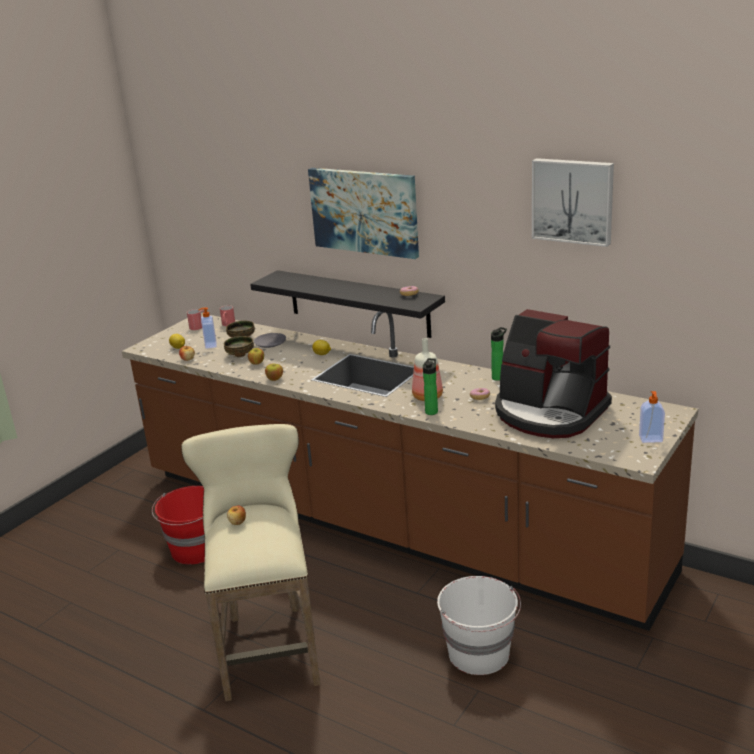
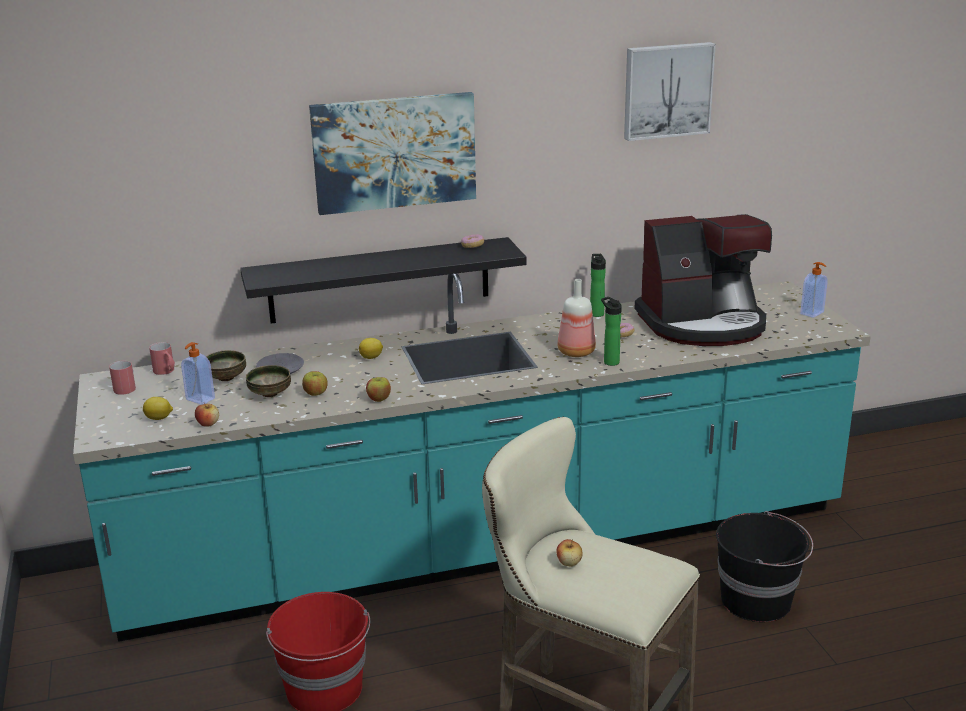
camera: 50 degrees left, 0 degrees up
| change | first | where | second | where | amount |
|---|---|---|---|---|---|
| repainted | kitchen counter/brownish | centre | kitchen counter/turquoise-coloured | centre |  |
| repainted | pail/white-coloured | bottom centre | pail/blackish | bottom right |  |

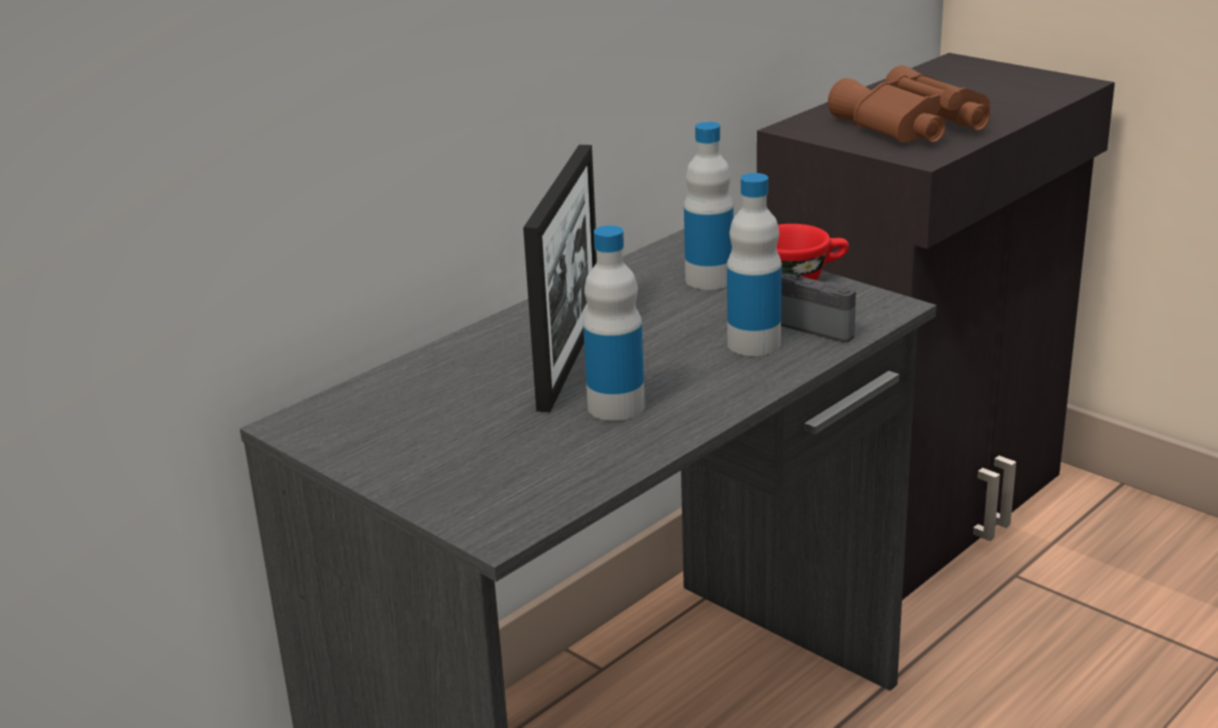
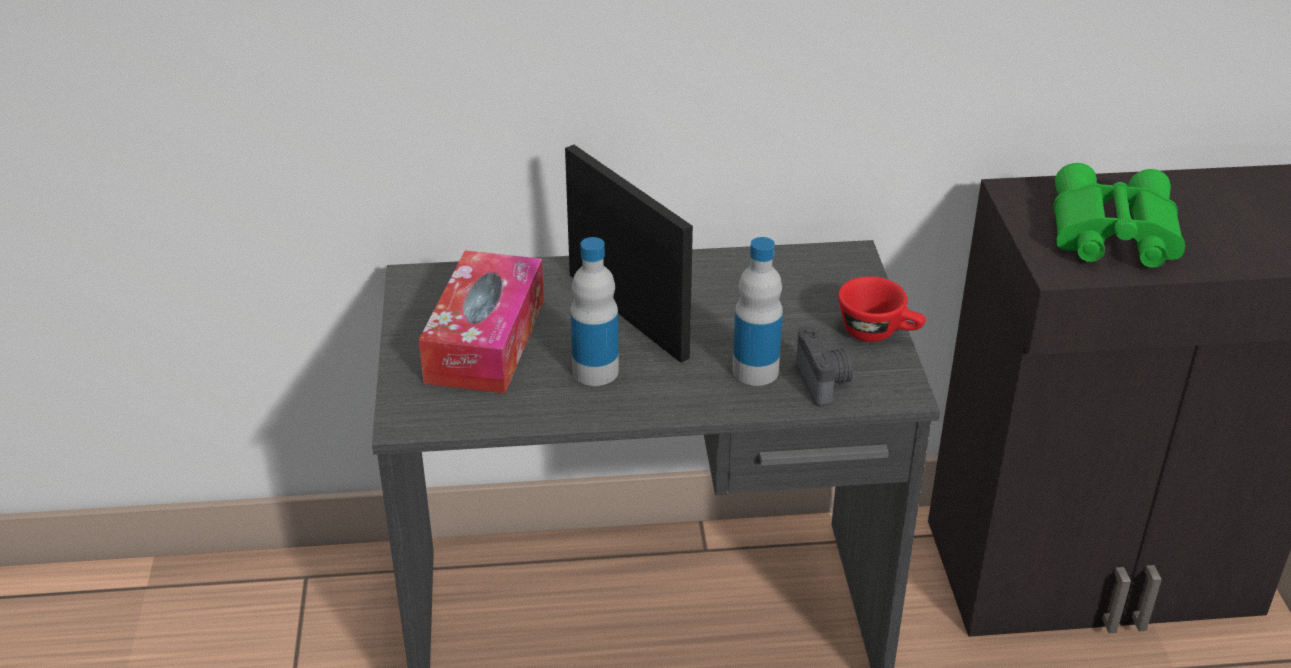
camera: 40 degrees right, 10 degrees up
| change | first | where | second | where | amount |
|---|---|---|---|---|---|
| rotated | photo frame | centre |  | centre | 90 degrees counterclockwise |
| gone | bottle (no. 2 from left) | top centre |  |  |  |
| repainted | binoculars/brownish | top right | binoculars/green | top right |  |
| new |  |  | tissue holder | centre |  |

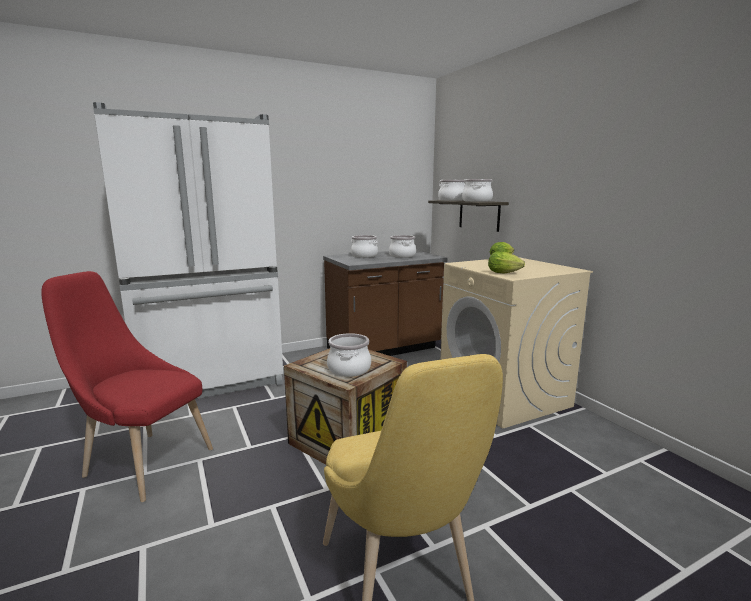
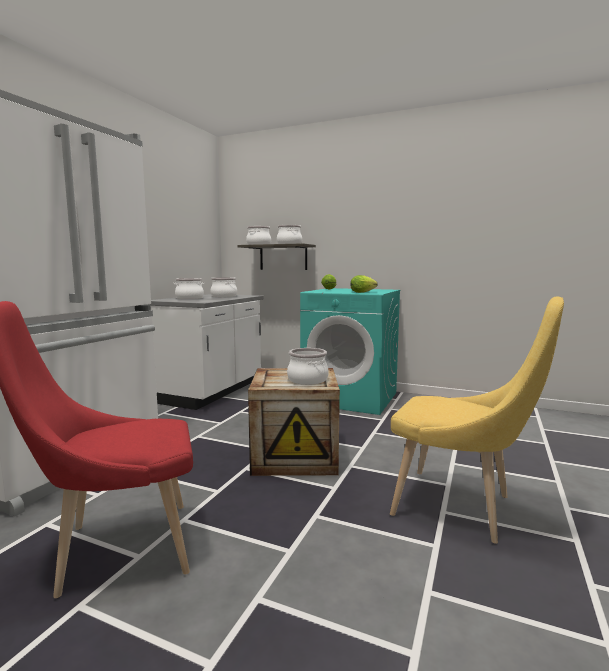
camera: 40 degrees left, 5 degrees down
| change | first | where | second | where | amount |
|---|---|---|---|---|---|
| repainted | kitchen counter/brownish | centre | kitchen counter/white-coloured | centre |  |
| repainted | laundry machine/beige | middle right | laundry machine/turquoise-coloured | centre |  |

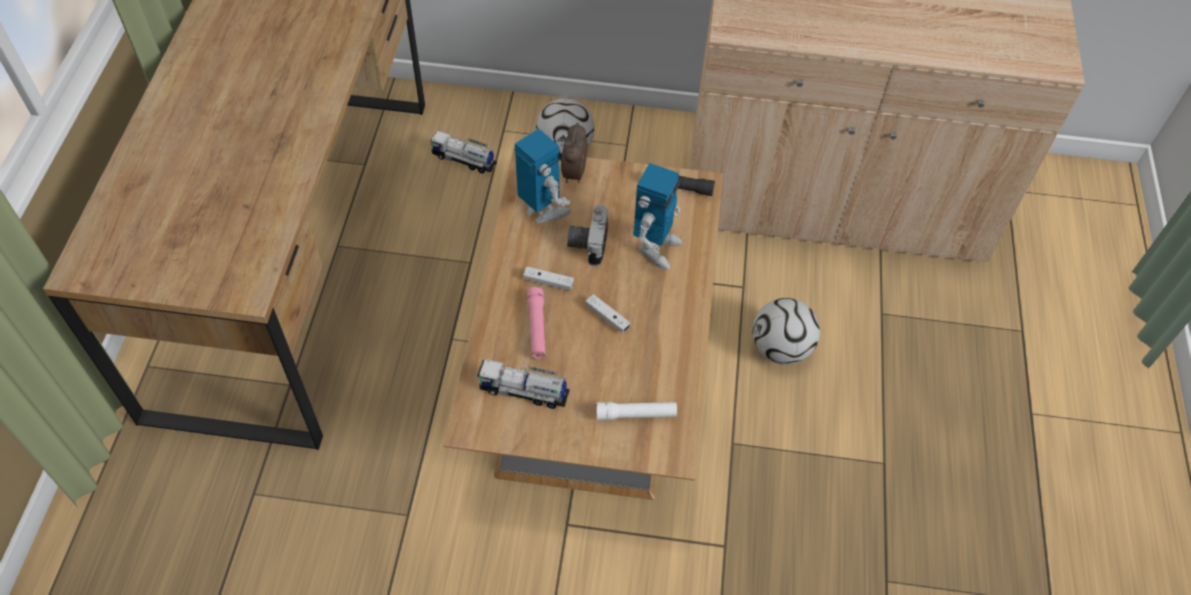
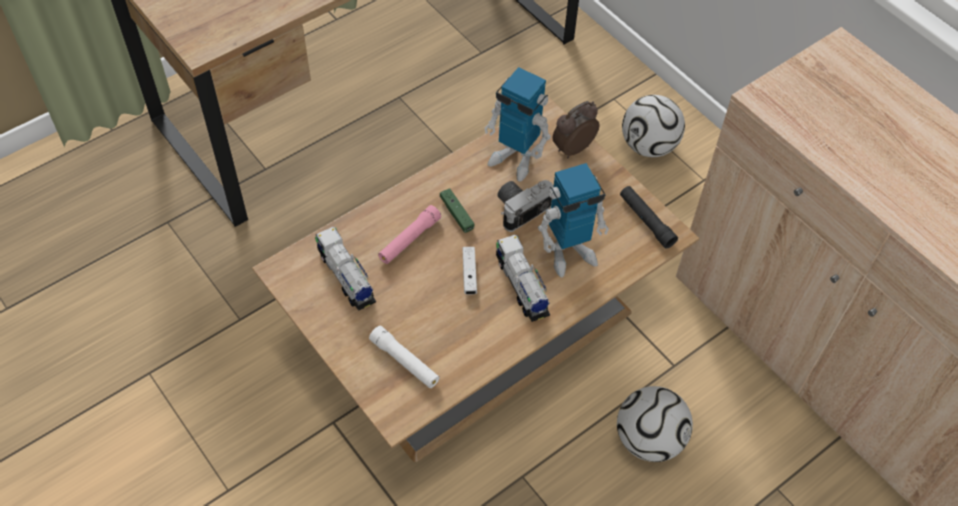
camera: 45 degrees right, 0 degrees up
| change | first | where | second | where | amount |
|---|---|---|---|---|---|
| shifted | model truck (no. 1 from left in the first image) | top centre | model truck (no. 2 from left) | centre |  |
| rotated | robot figure (no. 1 from left) | top centre |  | top centre | 120 degrees clockwise |
| repainted | game controller/white-coloured (no. 1 from left) | centre | game controller/green | centre |  |

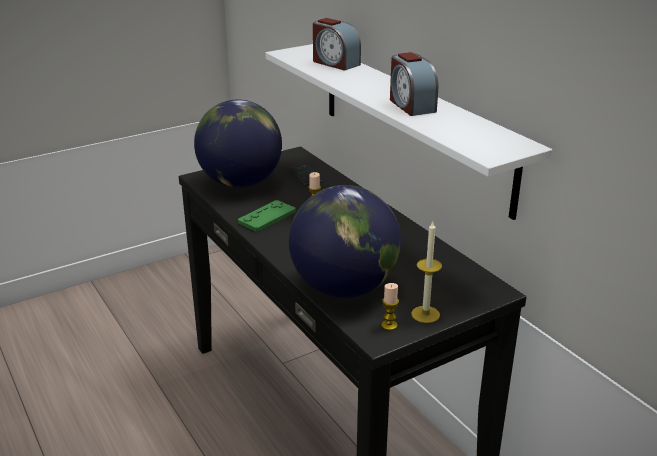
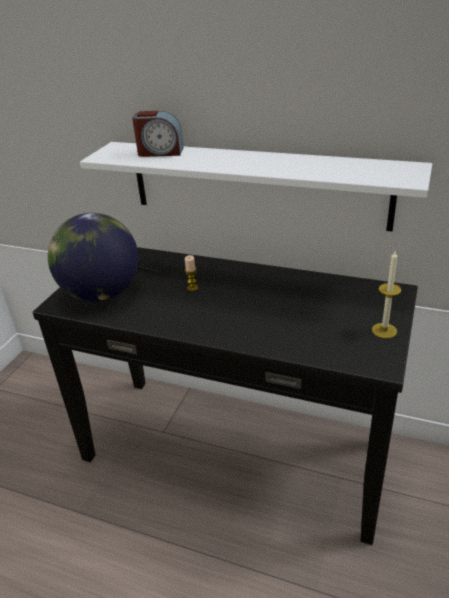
camera: 35 degrees left, 5 degrees up
| change | first | where | second | where | amount |
|---|---|---|---|---|---|
| gone | game controller/green | centre |  |  |  |
| gone | world globe (no. 2 from left) | centre |  |  |  |
| gone | wax light (no. 2 from left) | bottom centre |  |  |  |
| gone | table clock (no. 2 from left) | top centre |  |  |  |

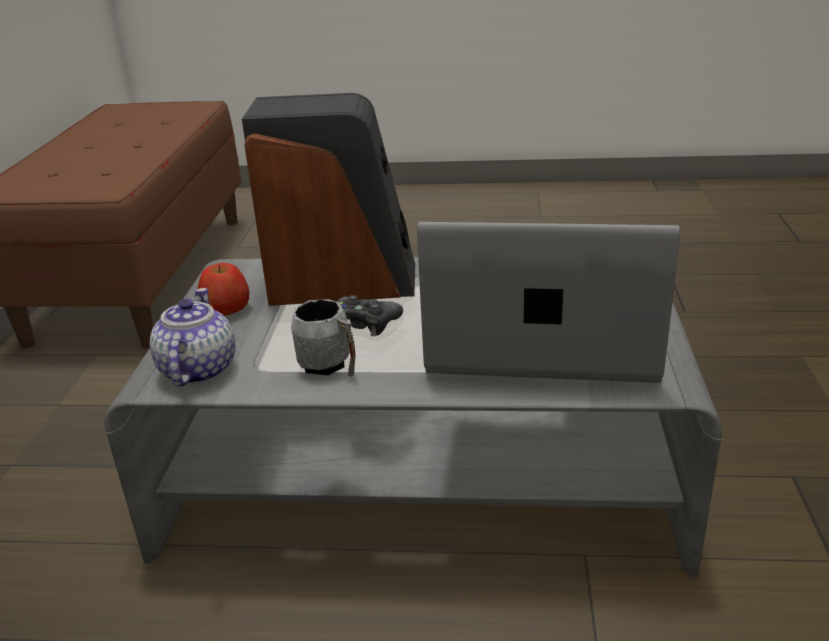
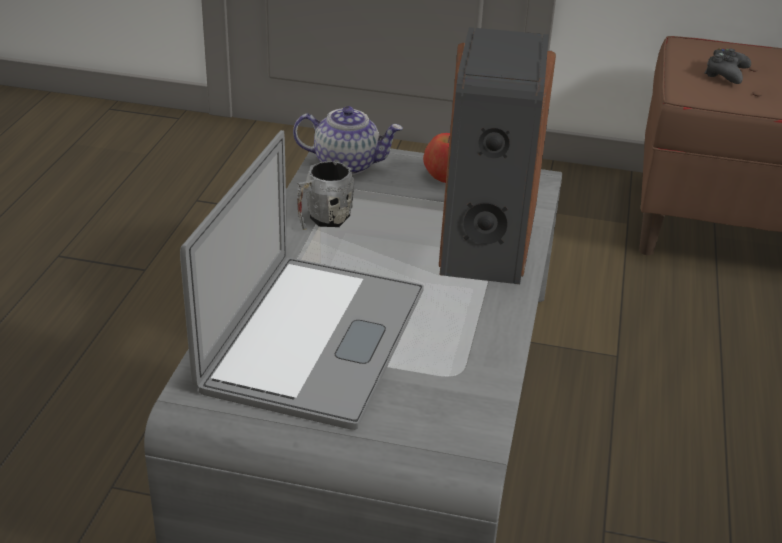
camera: 95 degrees right, 5 degrees up
| change | first | where | second | where | amount |
|---|---|---|---|---|---|
| shifted | game controller/blackish | centre |  | top right |  |

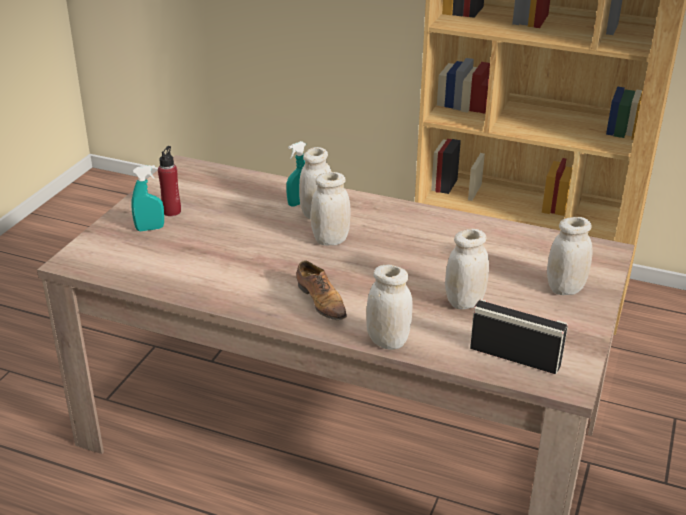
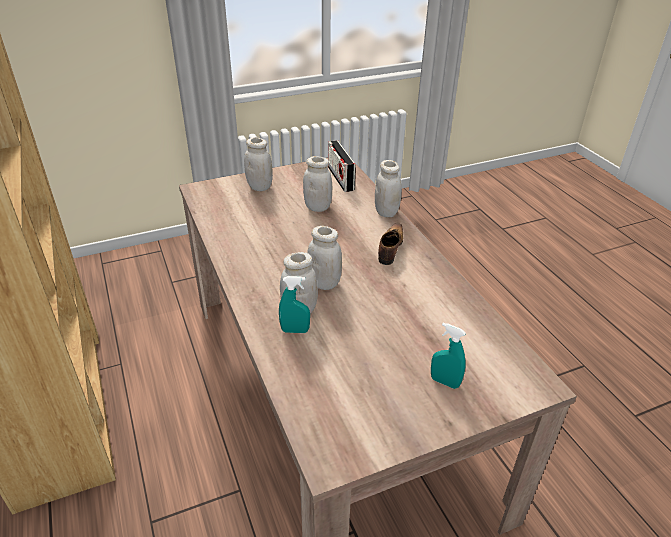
camera: 135 degrees left, 5 degrees up
| change | first | where | second | where | amount |
|---|---|---|---|---|---|
| gone | bottle/red | middle left |  |  |  |

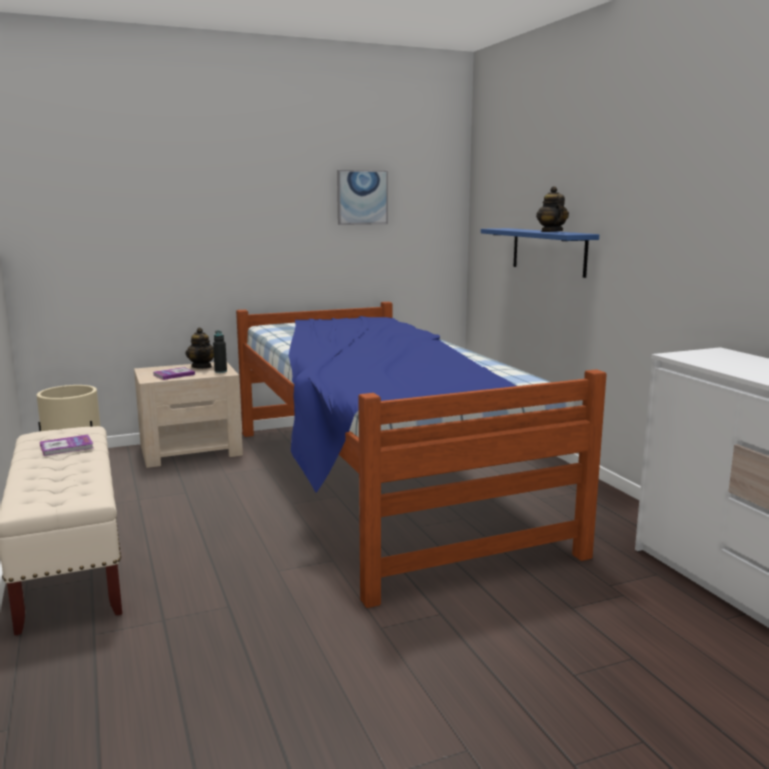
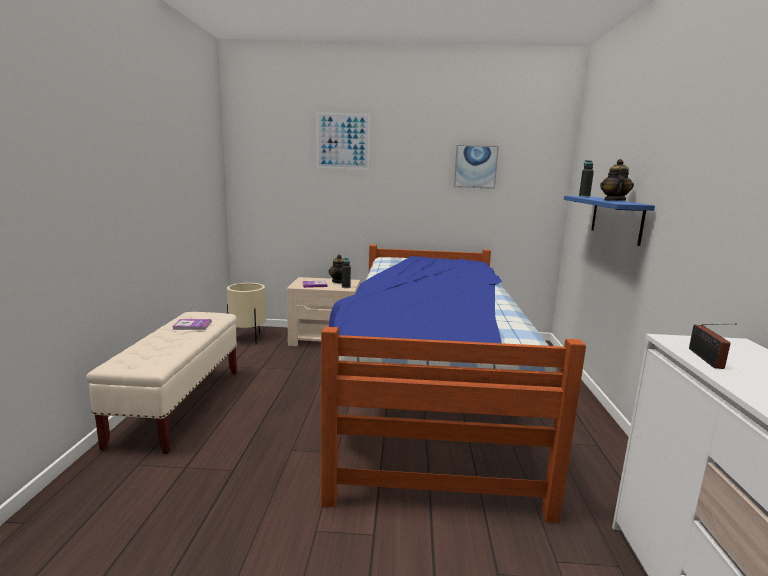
camera: 25 degrees right, 0 degrees up
| change | first | where | second | where | amount |
|---|---|---|---|---|---|
| new |  |  | wall art (no. 1 from left) | top centre |  |
| new |  |  | bottle/blackish (no. 2 from left) | top right |  |
| new |  |  | radio receiver | middle right |  |

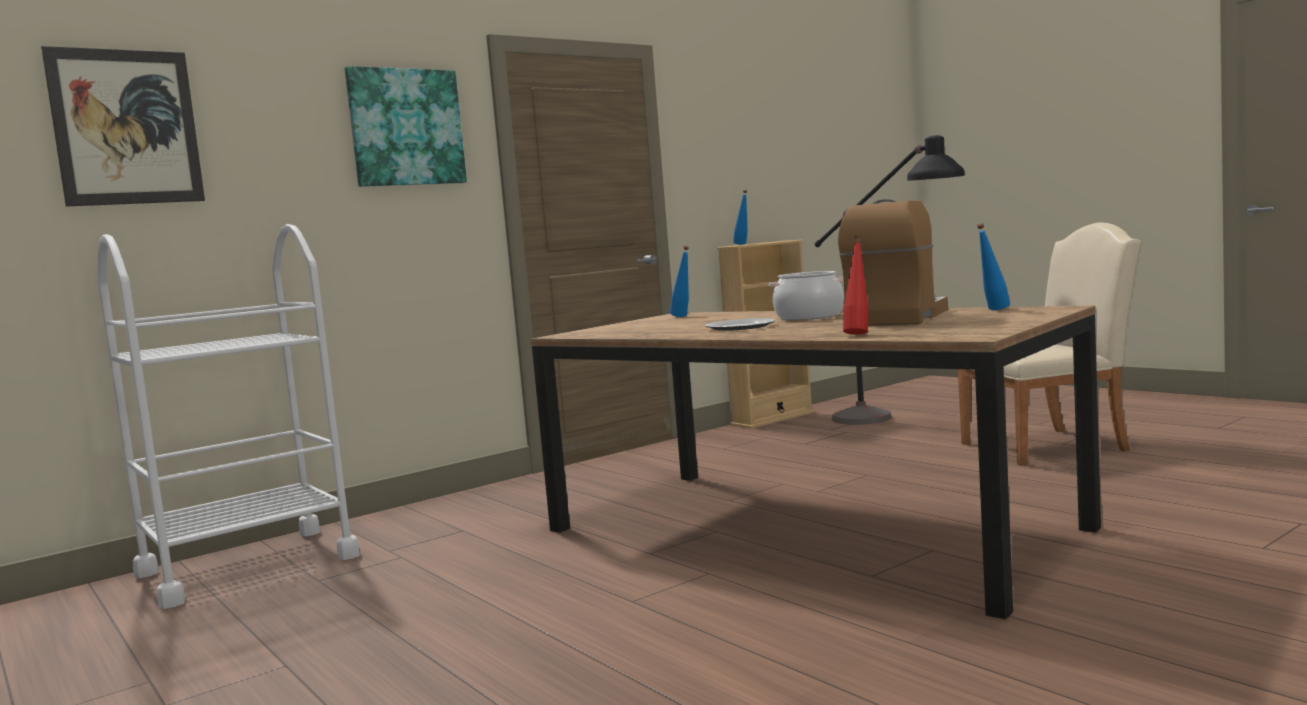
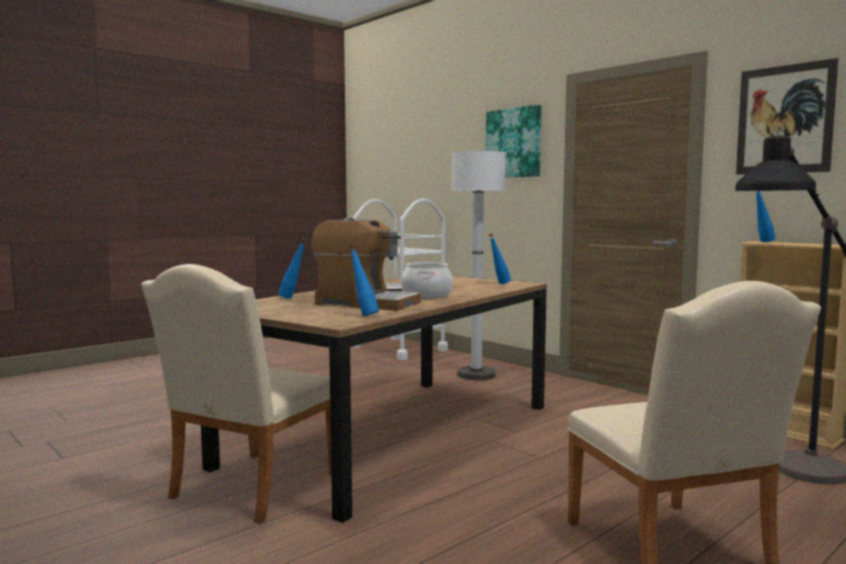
camera: 85 degrees right, 0 degrees up
| change | first | where | second | where | amount |
|---|---|---|---|---|---|
| shifted | wall art (no. 1 from left in the first image) | top left | wall art (no. 2 from left) | top right |  |
| repainted | bottle/red | centre | bottle/blue (no. 1 from left) | centre |  |
| new |  |  | upright chair/beige (no. 1 from left) | bottom left |  |
| new |  |  | standard lamp/white-coloured | centre |  |

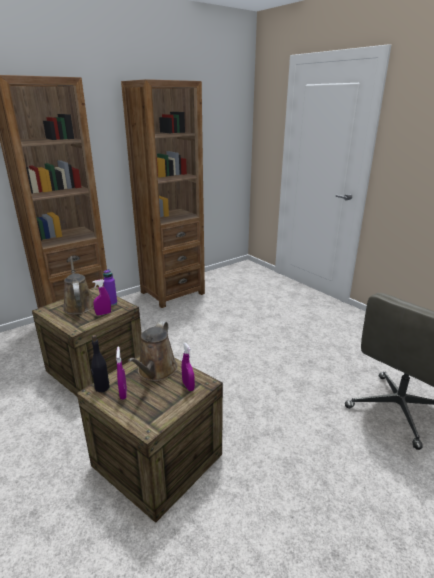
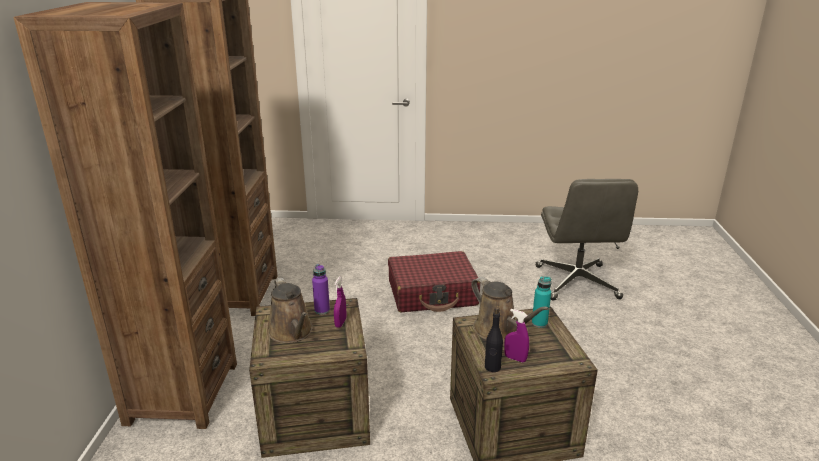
camera: 50 degrees left, 0 degrees up
| change | first | where | second | where | amount |
|---|---|---|---|---|---|
| rotated | watering can/brownish (no. 1 from left) | middle left |  | bottom centre | 135 degrees counterclockwise |
| swapped | spray bottle/purple-coloured (no. 3 from left) | centre | bottle/turquoise-coloured | centre |  |
| new |  |  | travel case/red | centre |  |

